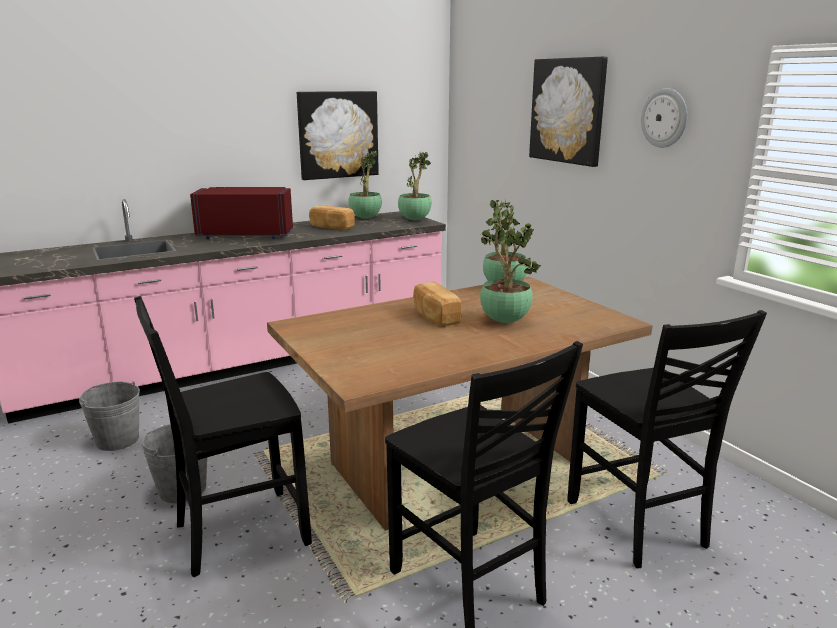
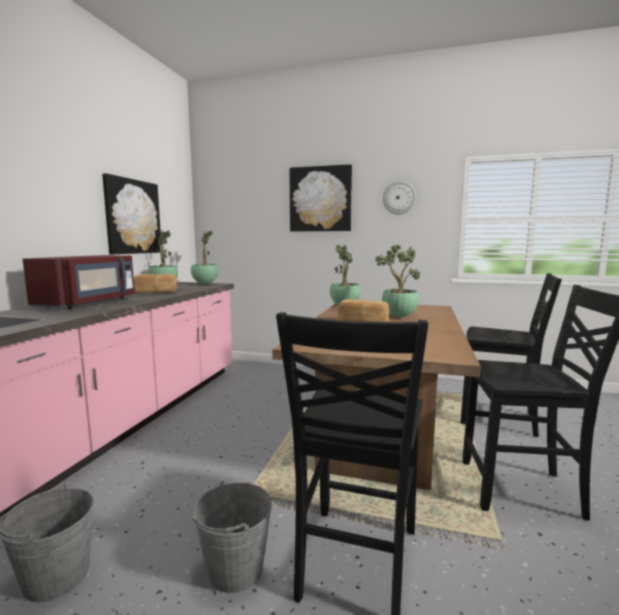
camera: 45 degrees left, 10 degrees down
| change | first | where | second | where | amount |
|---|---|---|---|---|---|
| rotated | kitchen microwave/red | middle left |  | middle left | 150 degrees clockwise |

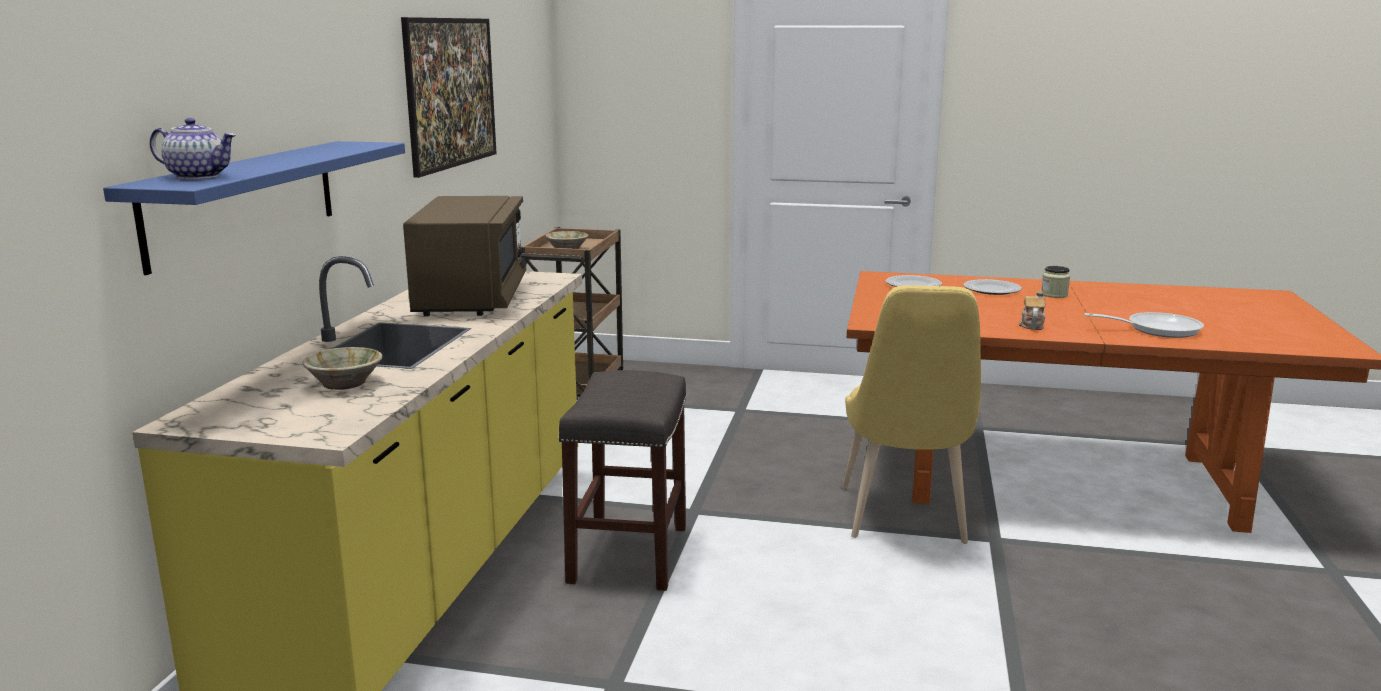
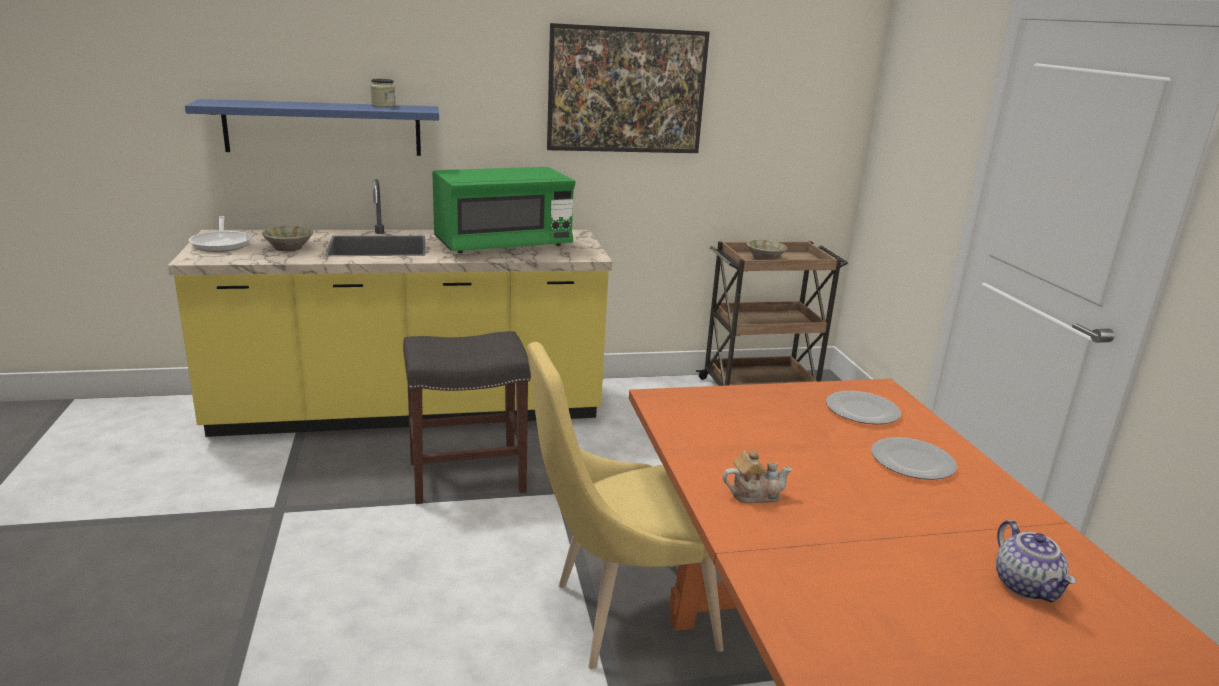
camera: 65 degrees right, 5 degrees up
| change | first | where | second | where | amount |
|---|---|---|---|---|---|
| shifted | teapot (no. 1 from left in the first image) | top left | teapot (no. 2 from left) | bottom right |  |
| repainted | kitchen microwave/brownish | centre | kitchen microwave/green | top centre |  |
| shifted | preserve jar | middle right |  | top left |  |
| shifted | frying pan | middle right |  | middle left |  |

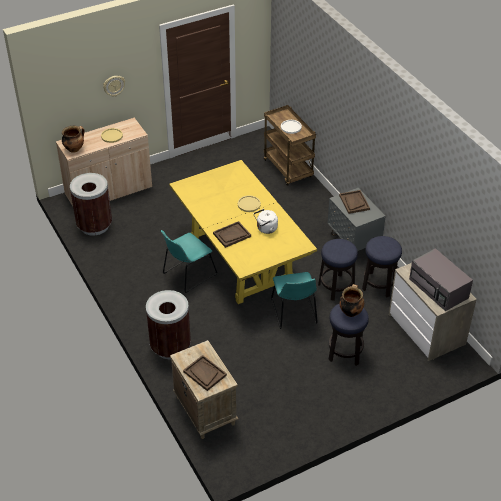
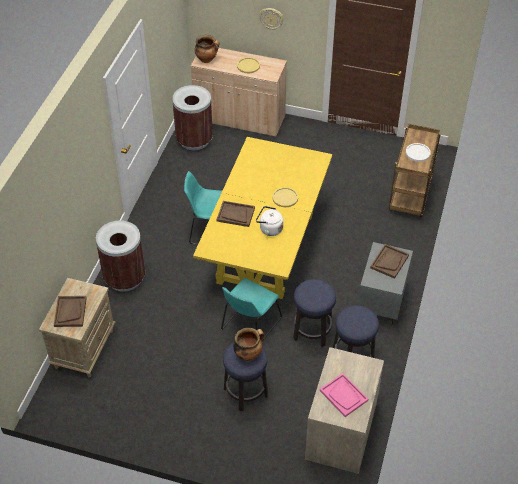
camera: 45 degrees right, 5 degrees up
| change | first | where | second | where | amount |
|---|---|---|---|---|---|
| swapped | kitchen microwave/greyish | middle right | serving tray/pink-coloured | bottom centre |  |

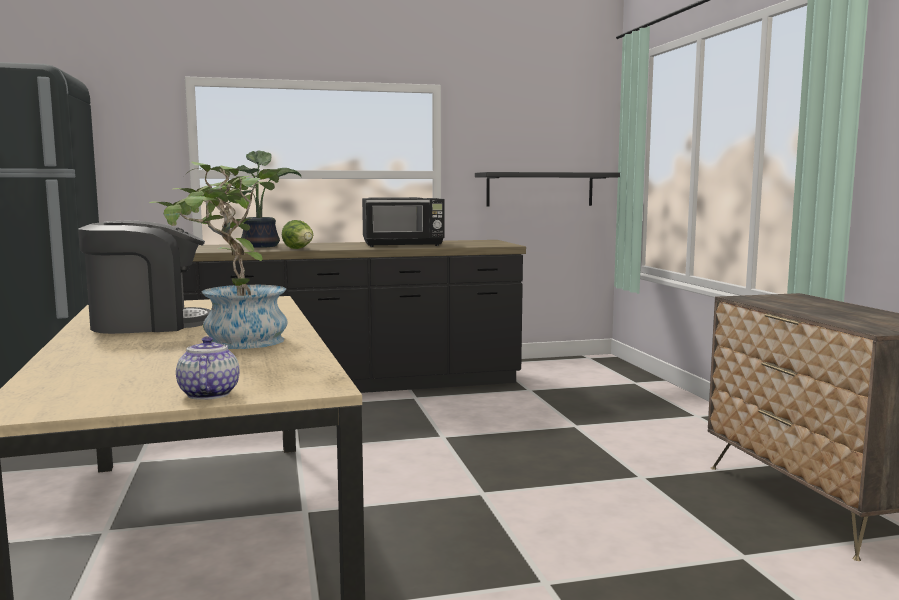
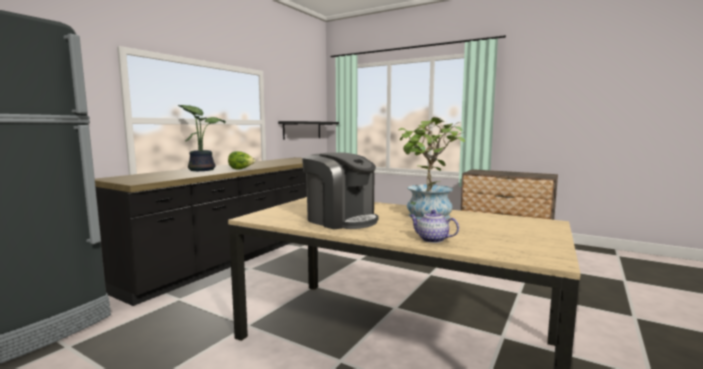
camera: 45 degrees left, 0 degrees up
| change | first | where | second | where | amount |
|---|---|---|---|---|---|
| rotated | coffee brewer | middle left |  | centre | 105 degrees clockwise |
| shifted | teapot | middle left |  | centre |  |
| gone | kitchen microwave/blackish | centre |  |  |  |

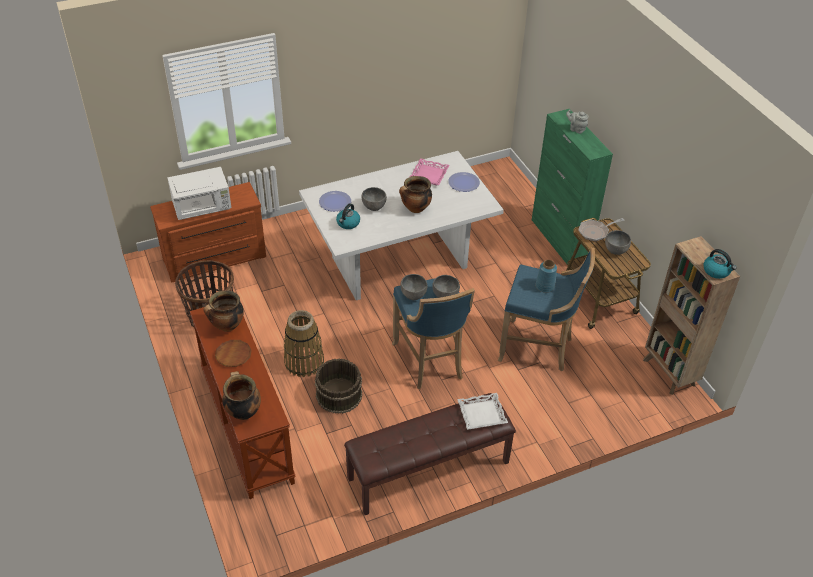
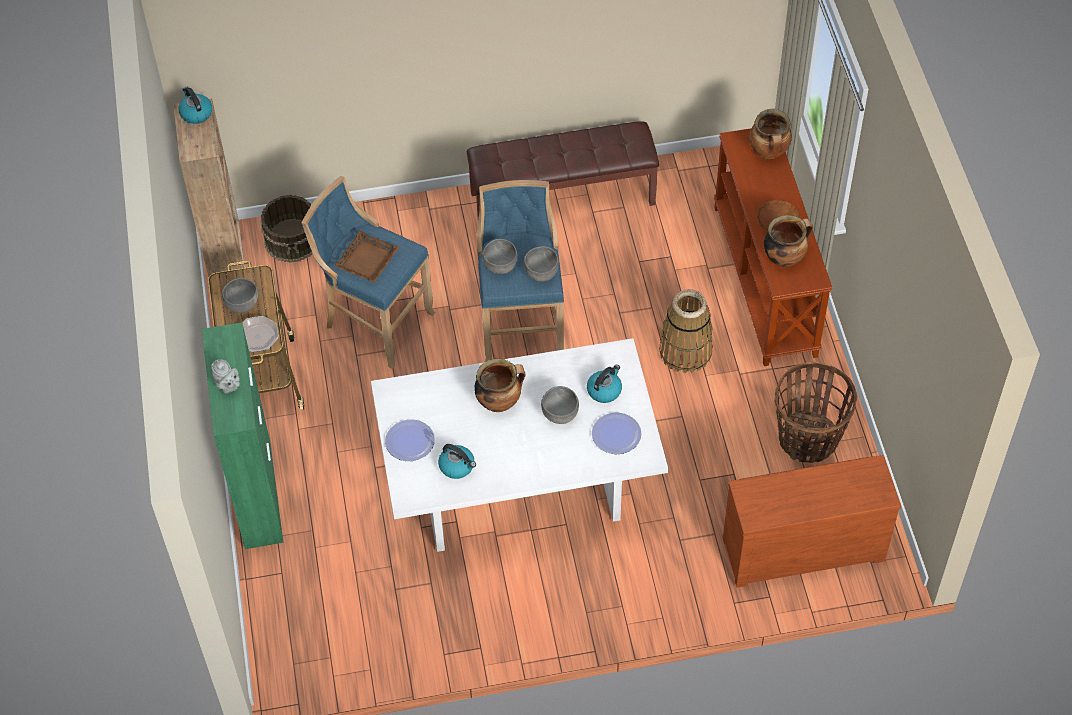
camera: 165 degrees left, 10 degrees up
| change | first | where | second | where | amount |
|---|---|---|---|---|---|
| gone | kitchen microwave/white-coloured | middle left |  |  |  |
| shifted | pail/brownish | bottom centre |  | top left |  |
| swapped | serving tray/pink-coloured | top centre | water kettle (no. 2 from left) | centre |  |
| gone | serving tray/white-coloured | bottom centre |  |  |  |
| swapped | flower vase/blue | middle right | serving tray/brownish | centre |  |

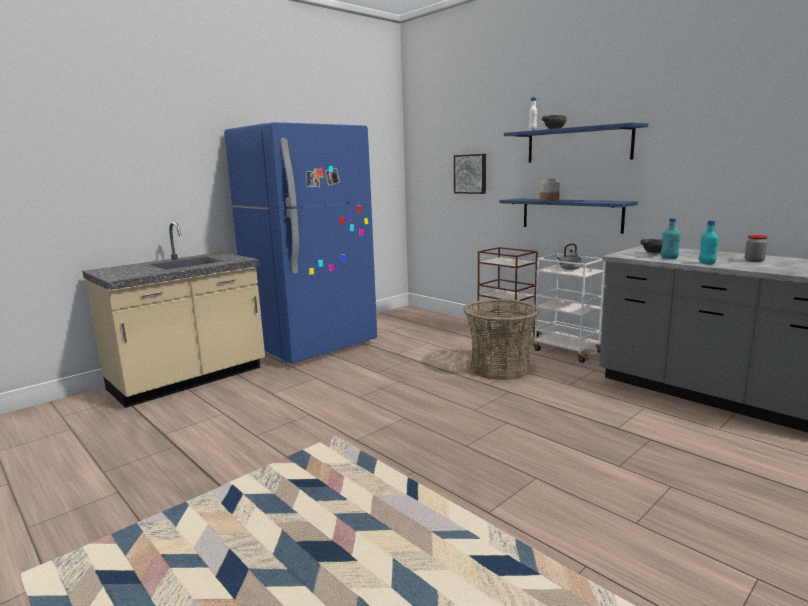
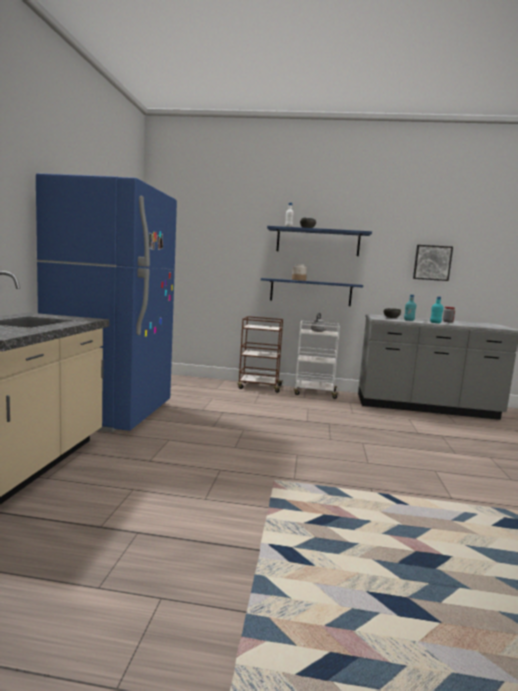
camera: 40 degrees left, 5 degrees down
| change | first | where | second | where | amount |
|---|---|---|---|---|---|
| shifted | wall art | top centre |  | middle right |  |
| gone | household basket | centre |  |  |  |

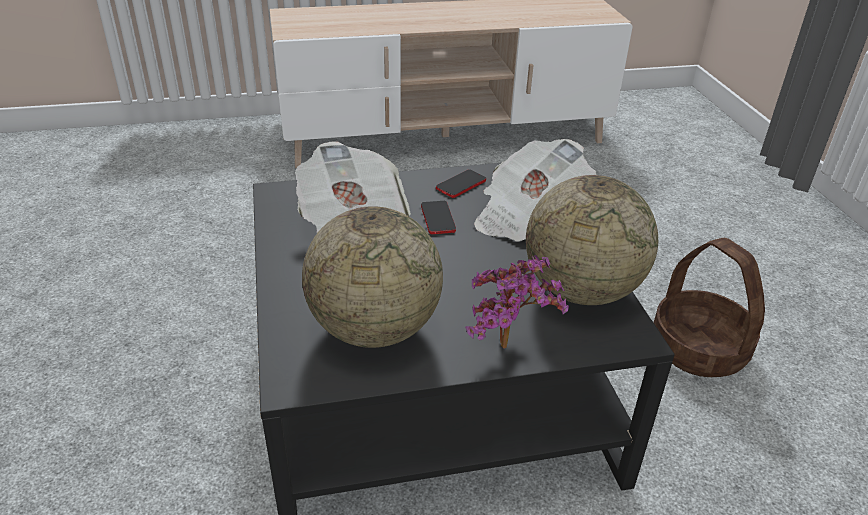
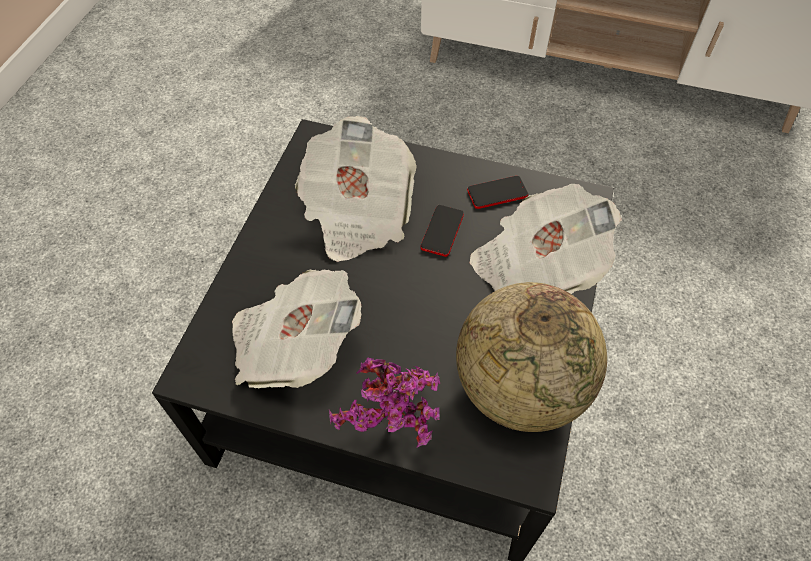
camera: 30 degrees right, 20 degrees up
| change | first | where | second | where | amount |
|---|---|---|---|---|---|
| swapped | world globe (no. 1 from left) | centre | printed paper (no. 1 from left) | centre |  |
| gone | household basket | middle right |  |  |  |

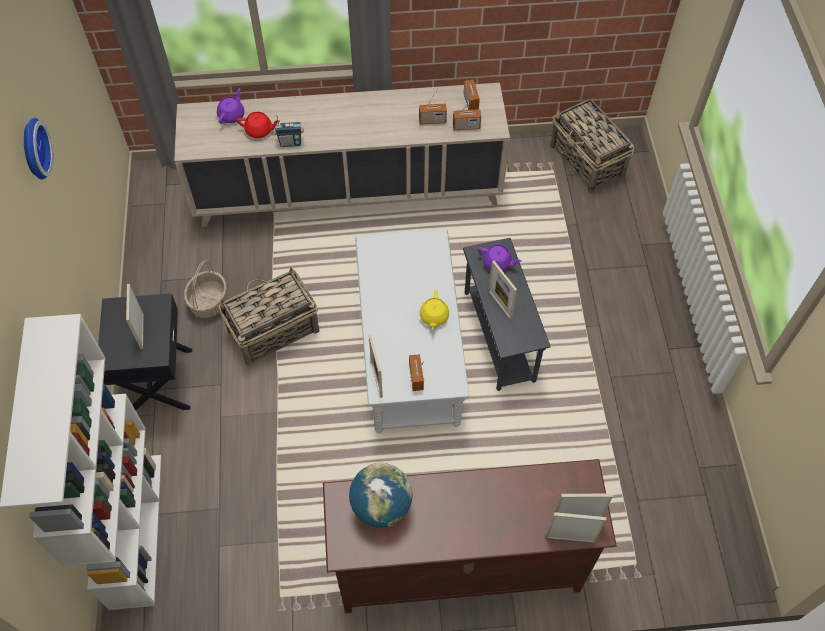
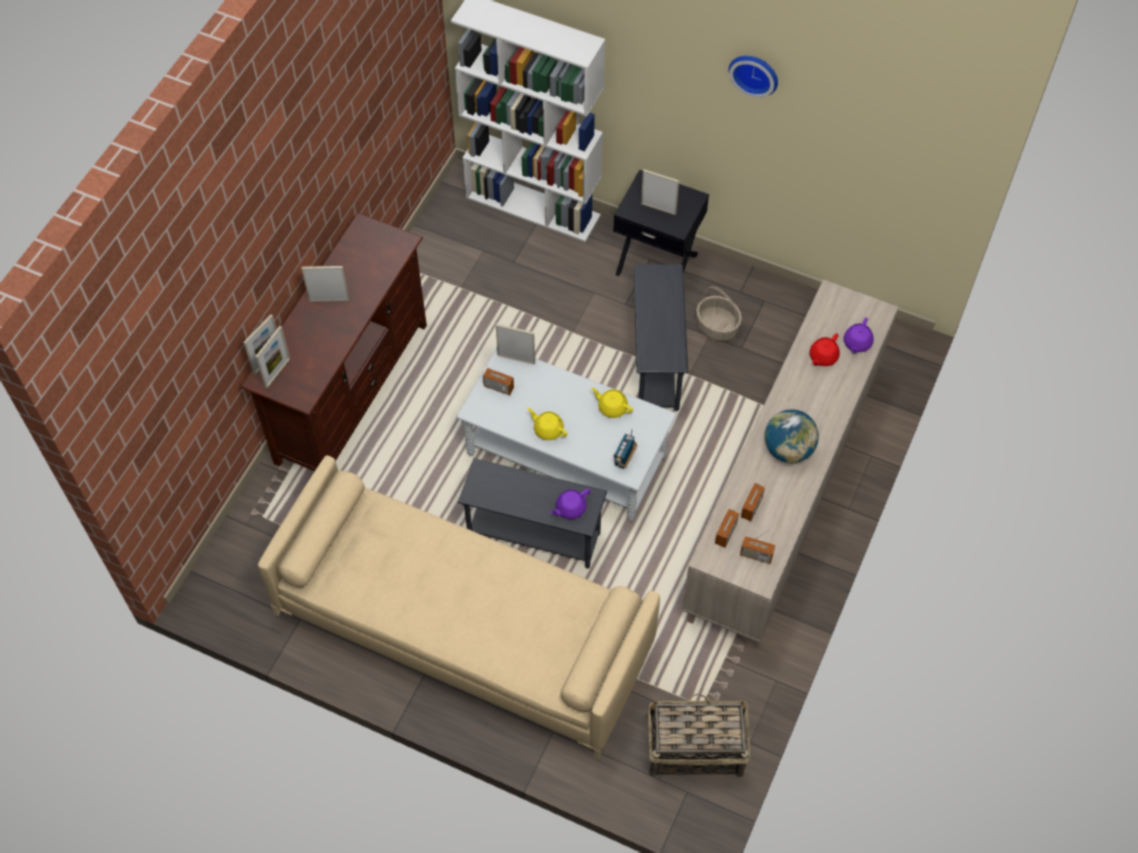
camera: 120 degrees right, 0 degrees up
| change | first | where | second | where | amount |
|---|---|---|---|---|---|
| rotated | teapot/purple-coloured (no. 1 from left in the first image) | top left | teapot/purple-coloured (no. 2 from left) | middle right | 60 degrees clockwise |
| swapped | household basket (no. 2 from left) | middle left | accent table/greyish (no. 2 from left) | centre |  |
| shifted | radio receiver (no. 1 from left in the first image) | top centre | radio receiver (no. 2 from left) | centre |  |
| shifted | world globe | bottom centre |  | middle right |  |
| shifted | photo frame (no. 3 from left) | centre |  | top left |  |
| new |  |  | settee/beige | bottom centre |  |
| new |  |  | teapot/yellow-coloured (no. 2 from left) | centre |  |

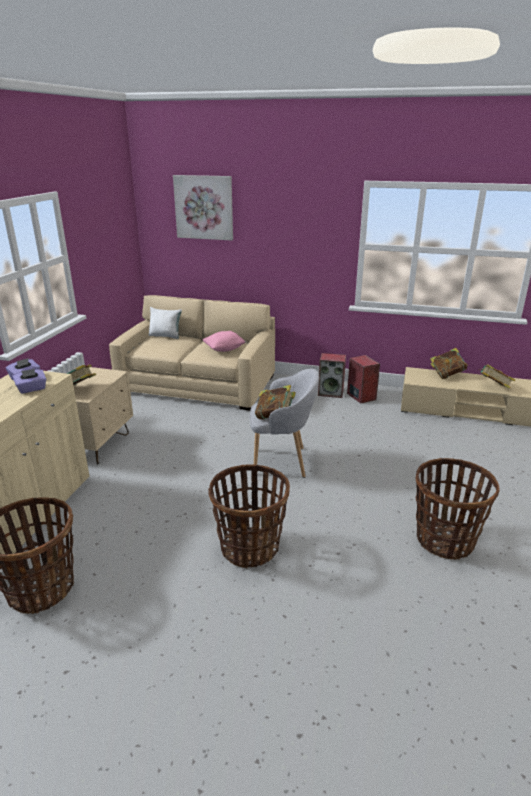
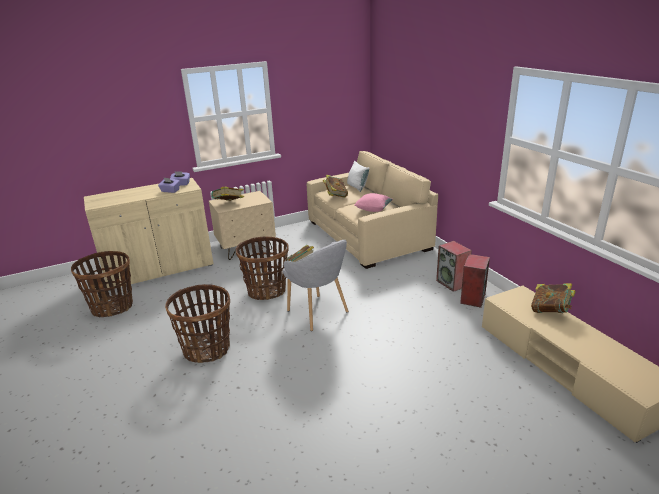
camera: 50 degrees right, 0 degrees up
| change | first | where | second | where | amount |
|---|---|---|---|---|---|
| gone | wall art | top centre |  |  |  |
| shifted | household basket (no. 3 from left) | middle right |  | centre |  |
| shifted | volume (no. 4 from left in the first image) | middle right | volume (no. 3 from left) | centre |  |

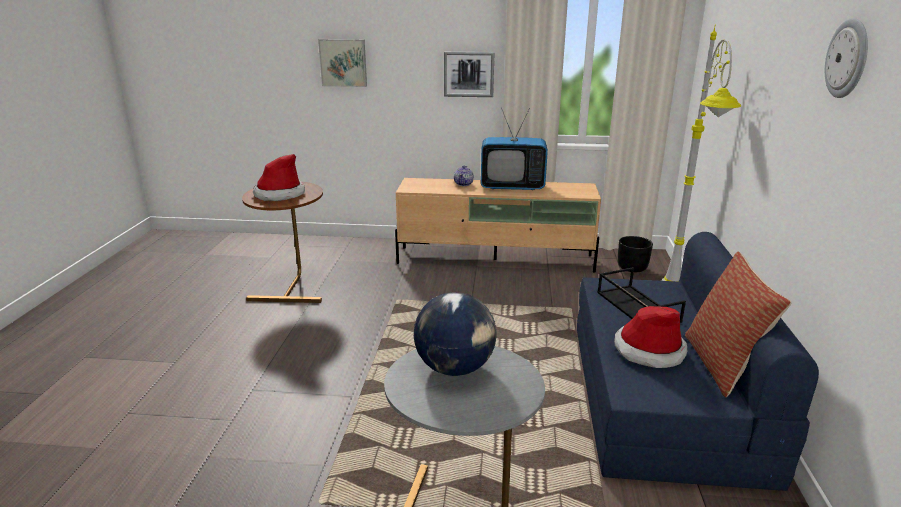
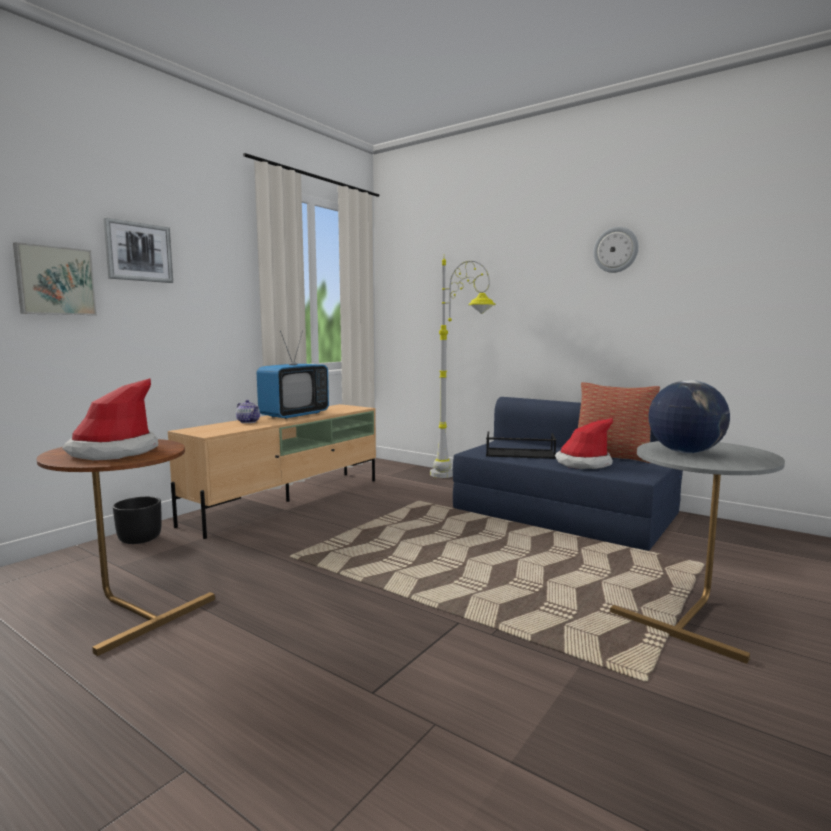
camera: 60 degrees left, 15 degrees down
| change | first | where | second | where | amount |
|---|---|---|---|---|---|
| shifted | wall art (no. 2 from left) | top centre |  | top left |  |
| shifted | planter/blackish | middle right |  | middle left |  |

